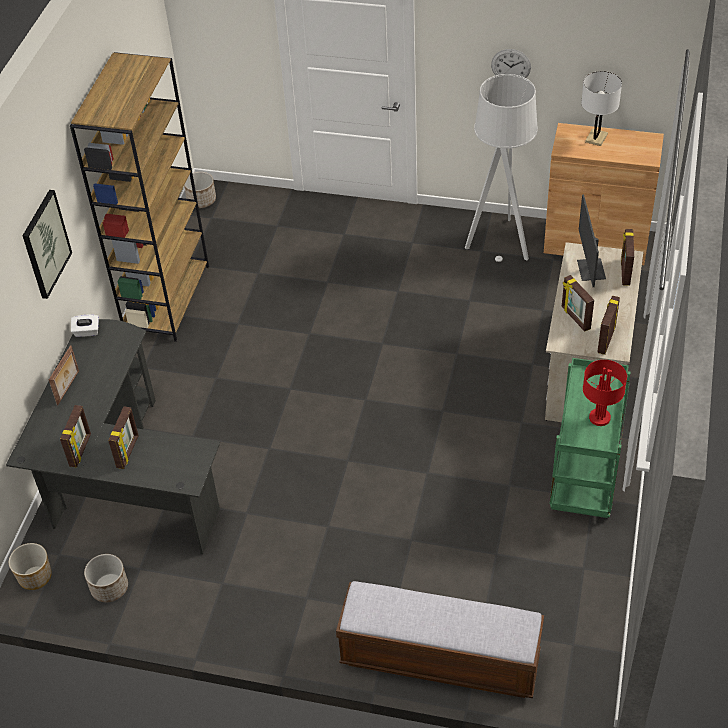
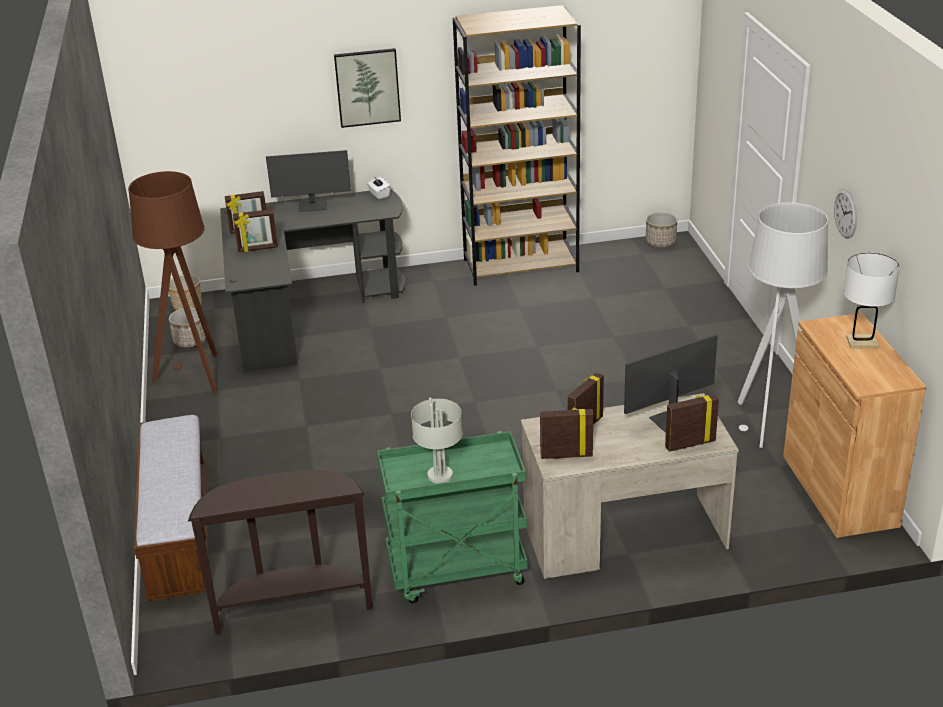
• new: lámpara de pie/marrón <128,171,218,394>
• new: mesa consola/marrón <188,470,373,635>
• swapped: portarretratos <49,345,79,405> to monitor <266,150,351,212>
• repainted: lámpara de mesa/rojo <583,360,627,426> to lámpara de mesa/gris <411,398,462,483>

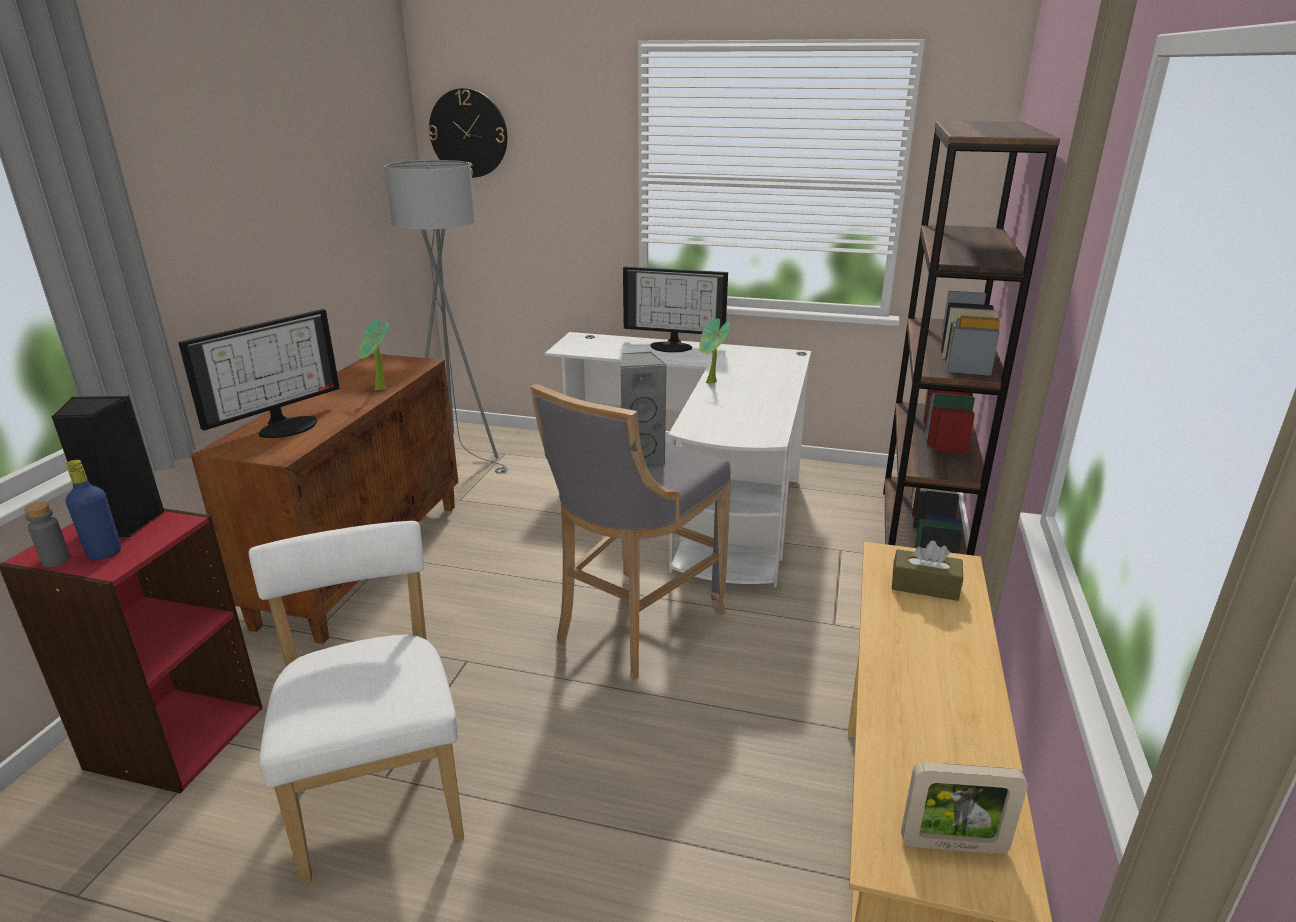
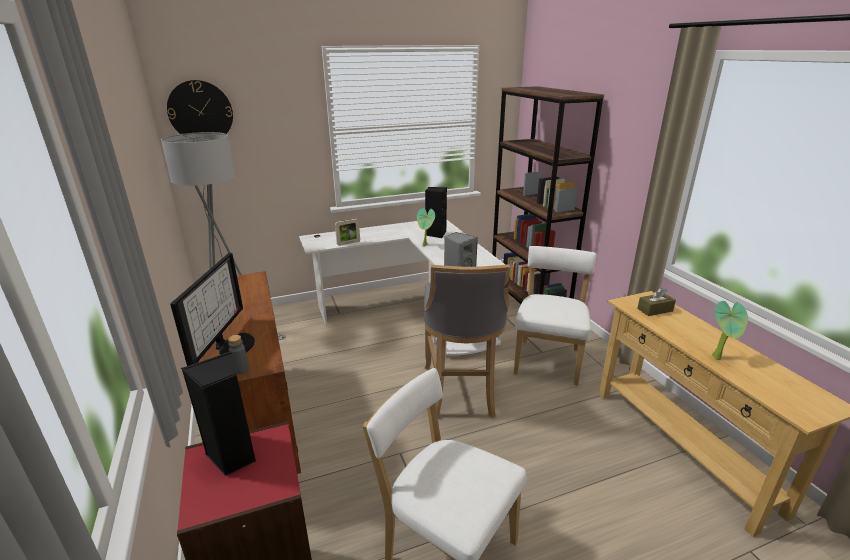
• shifted: botella/gris <24,502,71,567> to <228,335,249,374>
• shifted: portarretratos <901,762,1028,854> to <335,219,360,246>
• new: altavoz/negro <425,187,447,238>
• new: silla/blanco <514,246,596,385>
• shifted: planta en maceta <358,319,388,391> to <712,301,748,360>
• gone: botella/azul <66,460,121,560>
• gone: monitor <623,266,728,353>

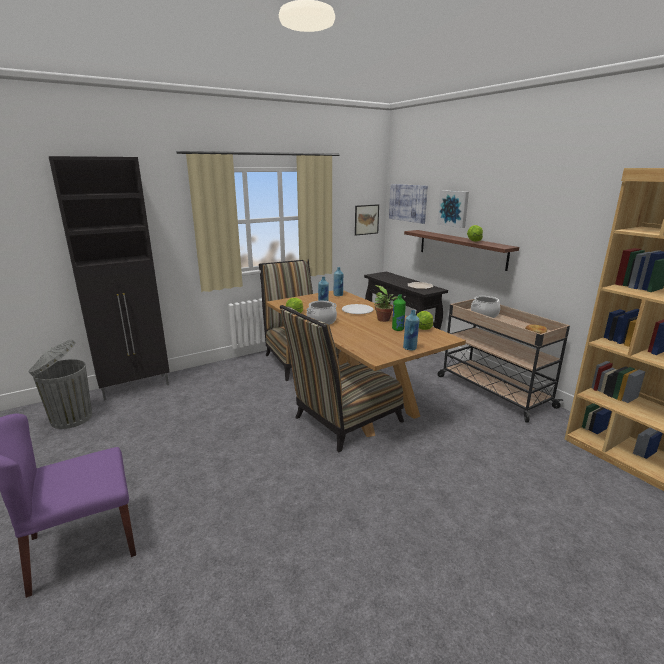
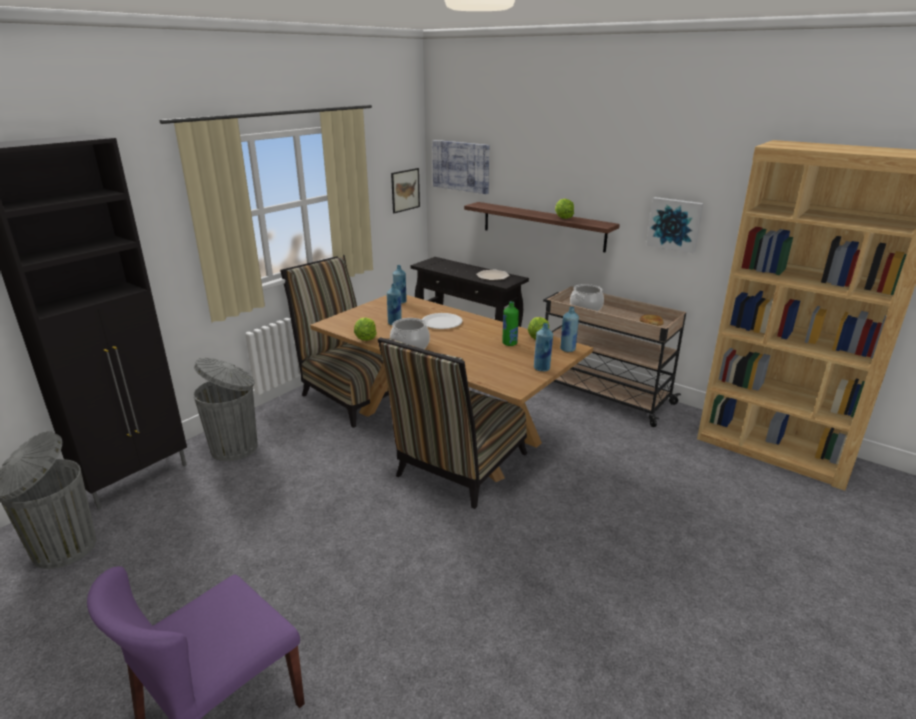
• new: papelera/gris <193,358,258,461>
• new: botella/azul <560,307,579,352>
• shifted: cuadro <437,190,469,228> to <646,197,703,253>
• gone: planta en maceta <374,285,398,322>

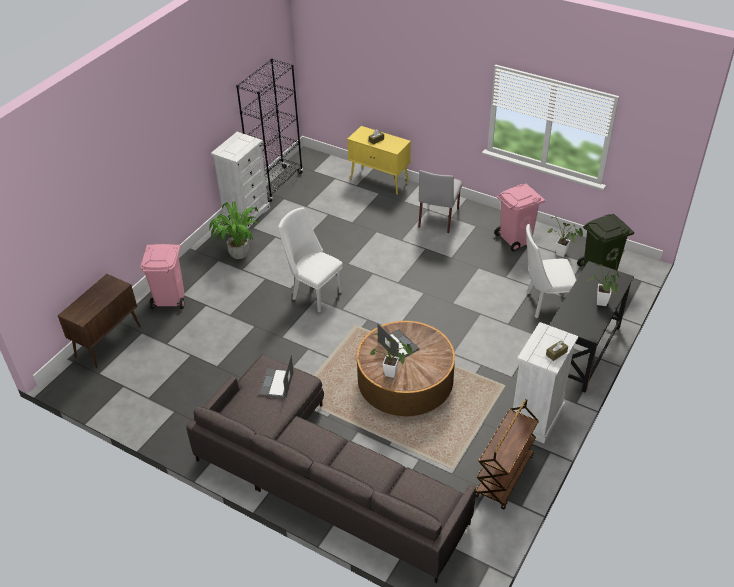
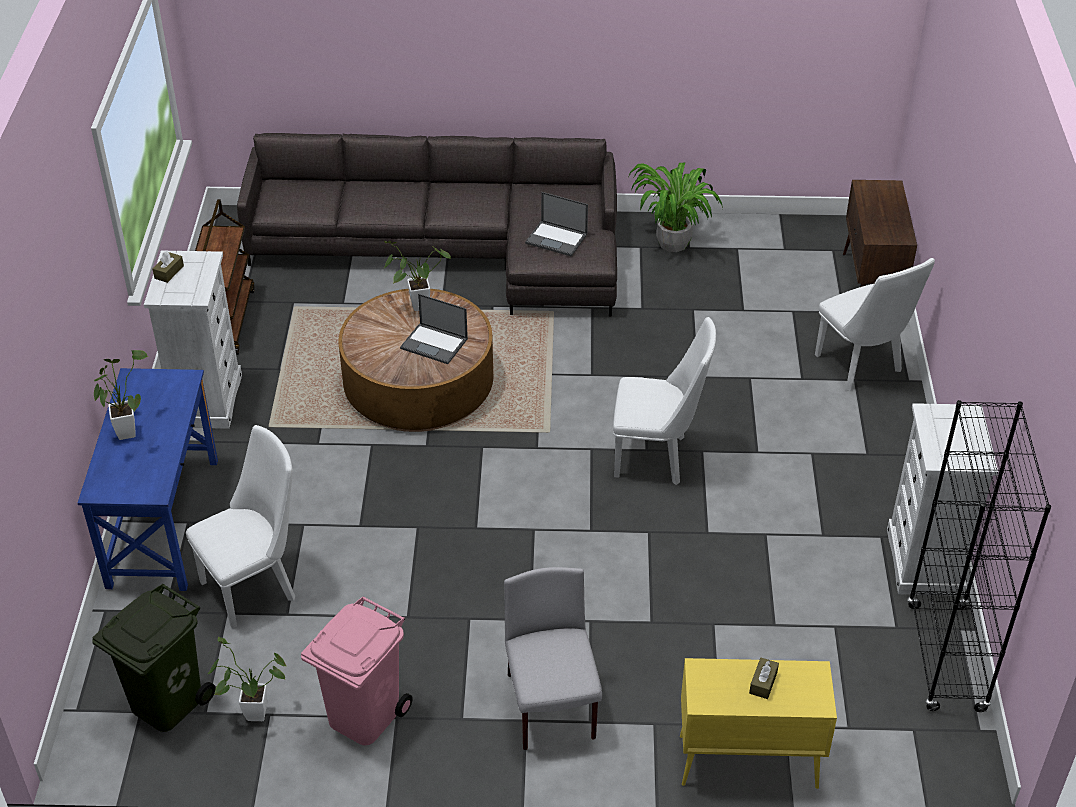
• repainted: escritorio/negro <549,261,634,393> to escritorio/azul <78,368,218,591>
• rotated: portátil <259,354,294,398> = <525,192,588,257> 135 degrees clockwise
• shifted: planta en maceta <210,201,259,259> to <628,163,723,252>
• swapped: papelera/rosa <140,244,184,309> to silla/blanco <815,258,935,391>

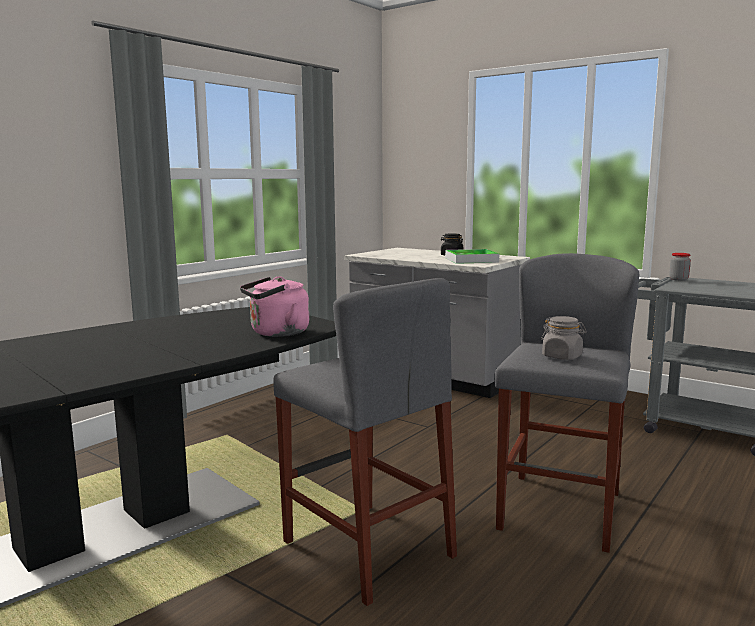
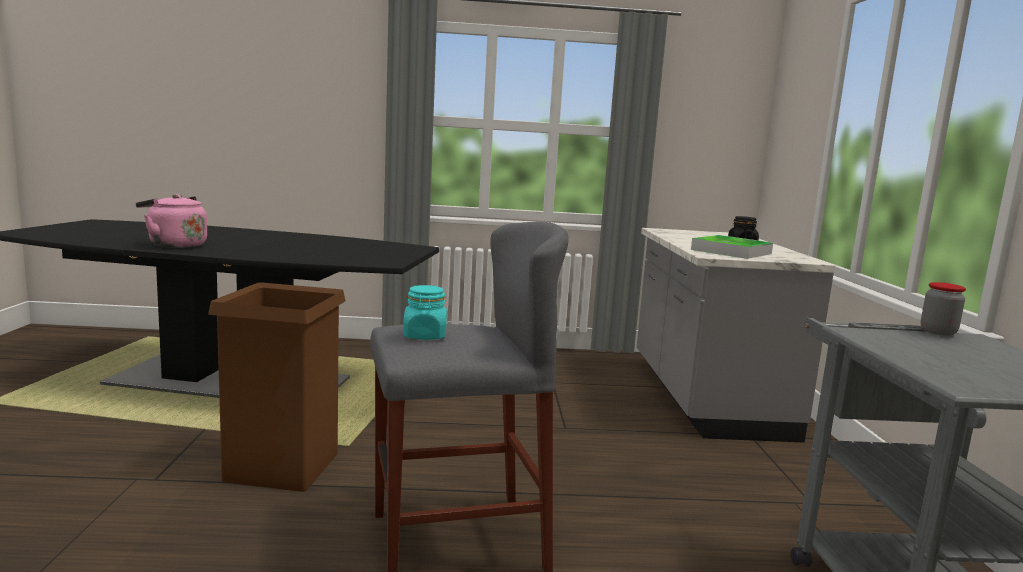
• shifted: hervidor/rosa <240,276,309,337> to <136,194,207,248>
• swapped: taburete/gris <273,278,457,606> to papelera/marrón <208,282,346,492>
• repainted: tarro/gris <541,316,587,360> to tarro/turquesa <403,285,447,340>

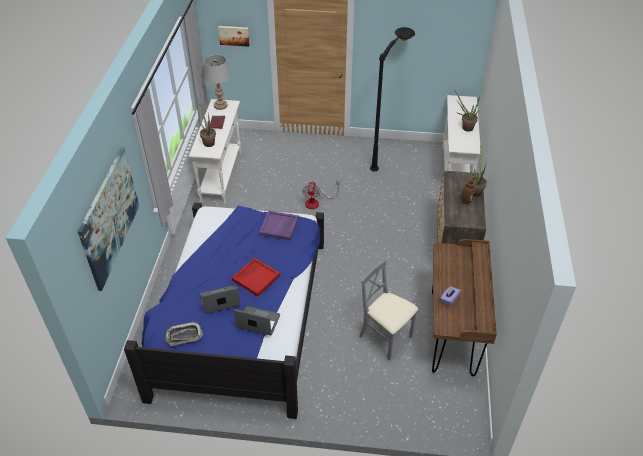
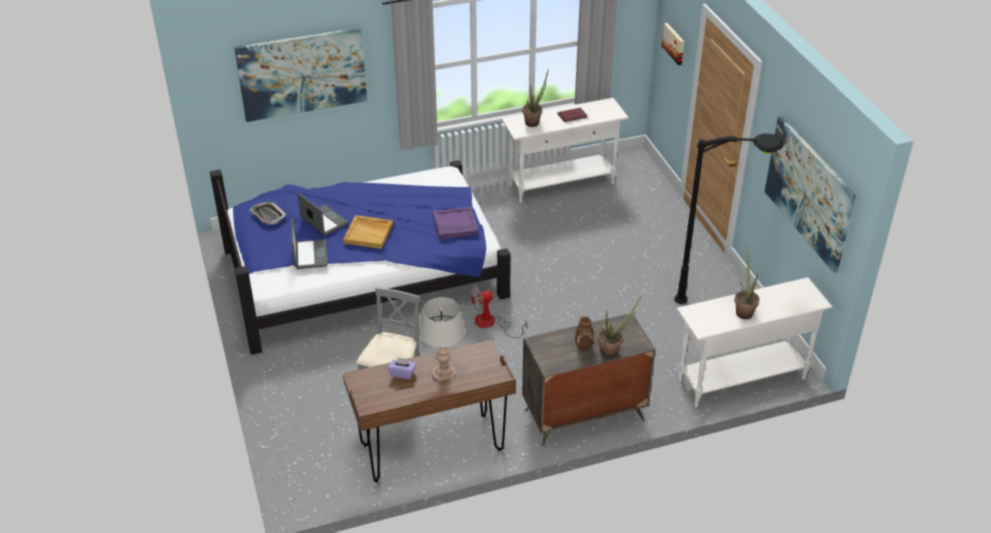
• repainted: bandeja/rojo <232,257,280,297> to bandeja/beis <343,215,393,249>
• shifted: lámpara de mesa/gris <203,55,231,110> to <419,297,465,382>
• shifted: ventilador <302,181,340,209> to <470,287,528,338>
• new: cuadro <765,116,856,273>

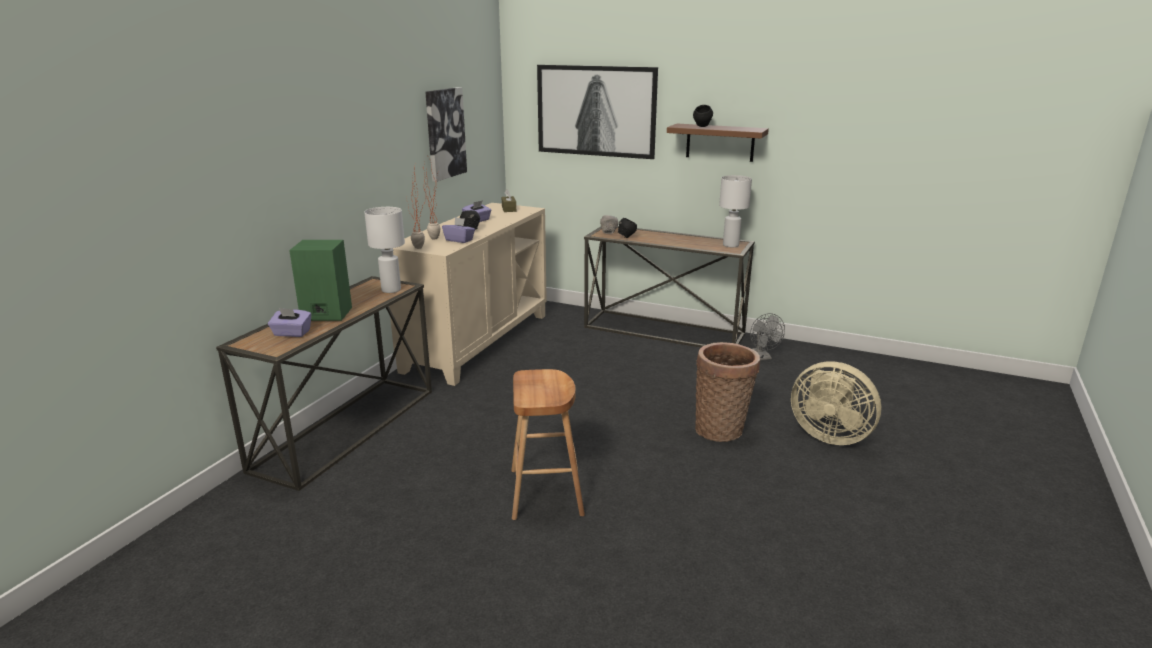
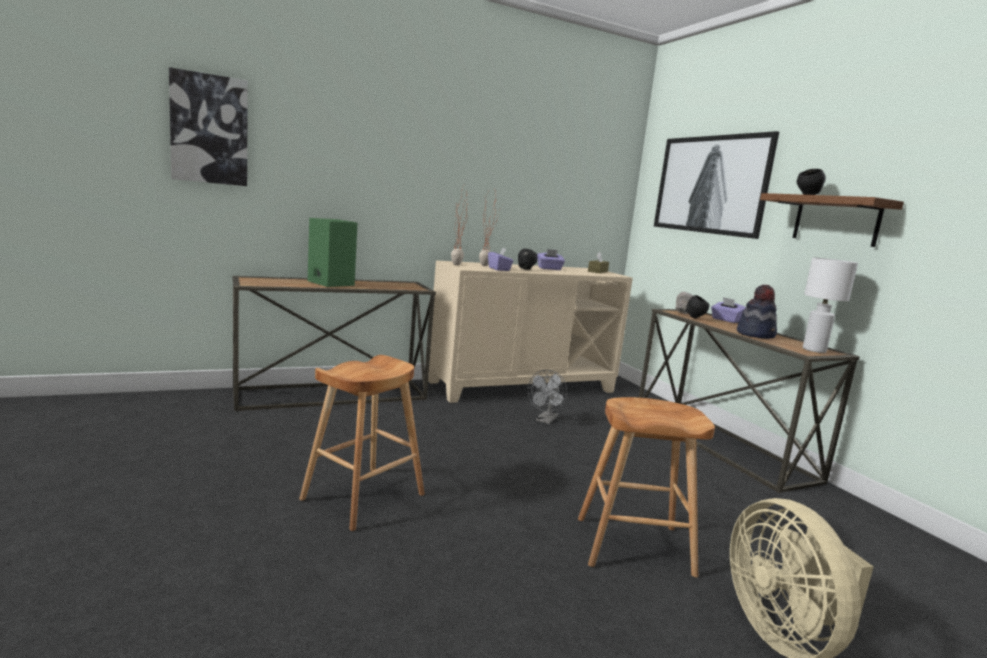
• shifted: cuadro <425,87,467,182> to <169,67,248,186>
• shifted: ventilador/gris <750,313,785,360> to <528,370,568,424>
• swapped: cesta <695,342,760,442> to taburete/marrón <578,397,715,577>
• shifted: caja de pañuelos/morado <268,308,312,337> to <711,297,746,323>
• new: sombrero <737,285,777,339>
• gone: lámpara de mesa/blanco <364,207,405,293>

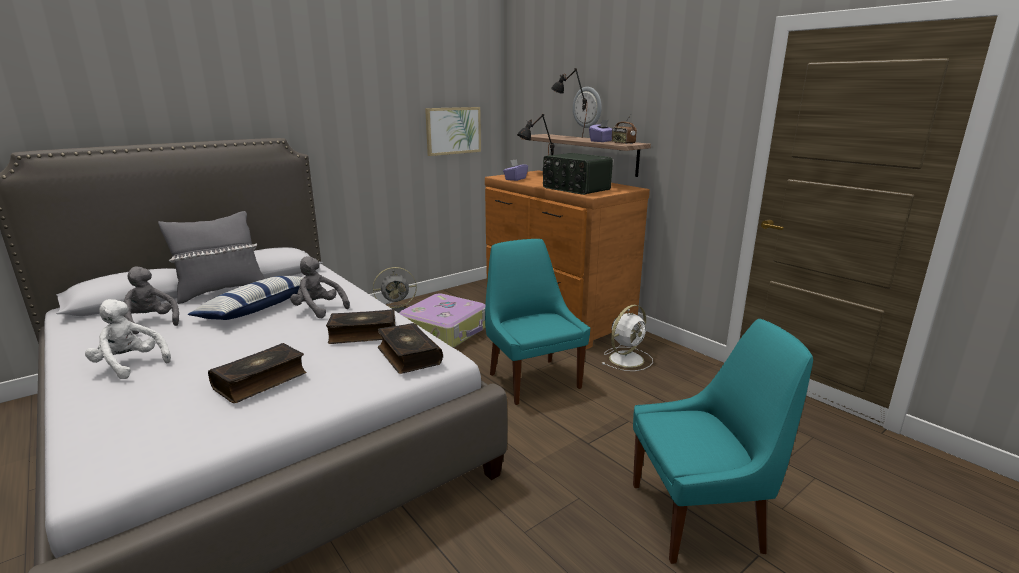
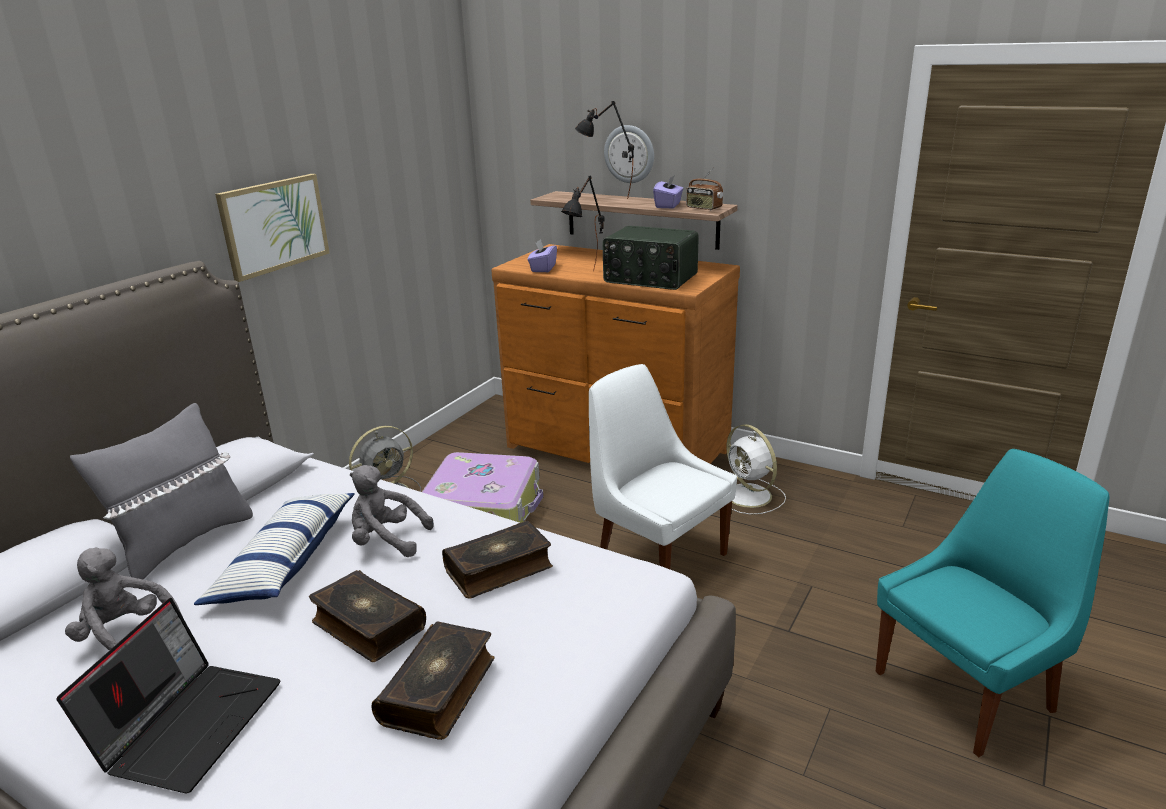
• swapped: peluche/blanco <85,299,171,379> to portátil <57,598,280,793>
• shifted: cuadro <425,107,481,156> to <215,174,330,282>
• shifted: libro <378,323,443,374> to <309,570,426,662>
• repainted: silla/turquesa <485,239,590,405> to silla/blanco <589,364,737,569>
• rotated: ventilador/blanco <602,305,653,371> = <726,424,786,515> 120 degrees clockwise

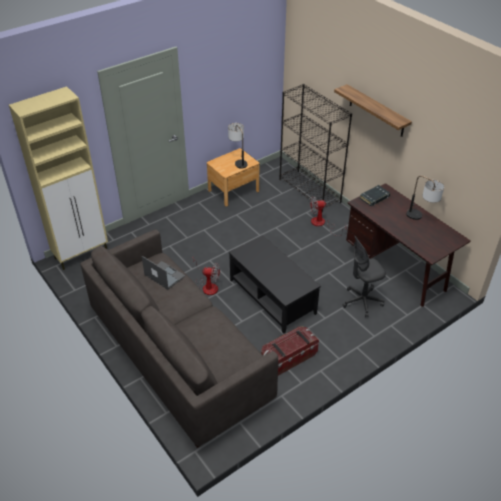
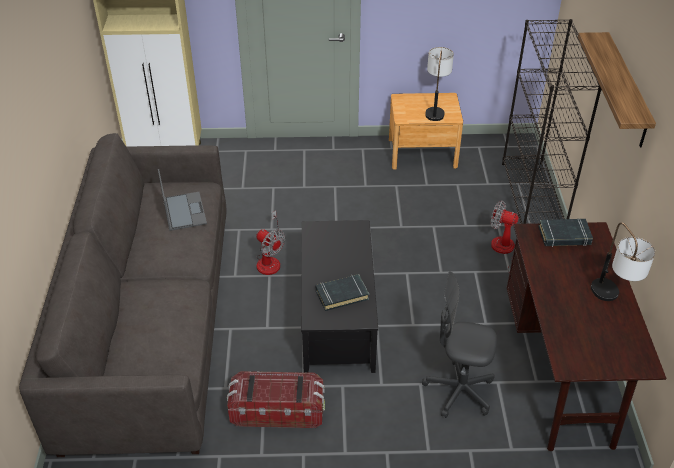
• new: libro/negro <316,274,369,311>

